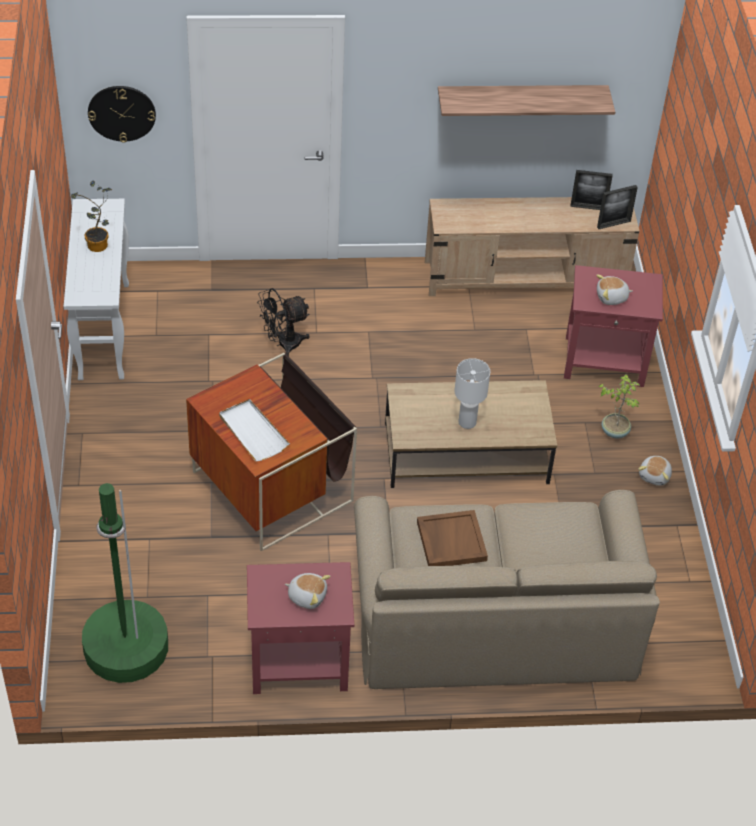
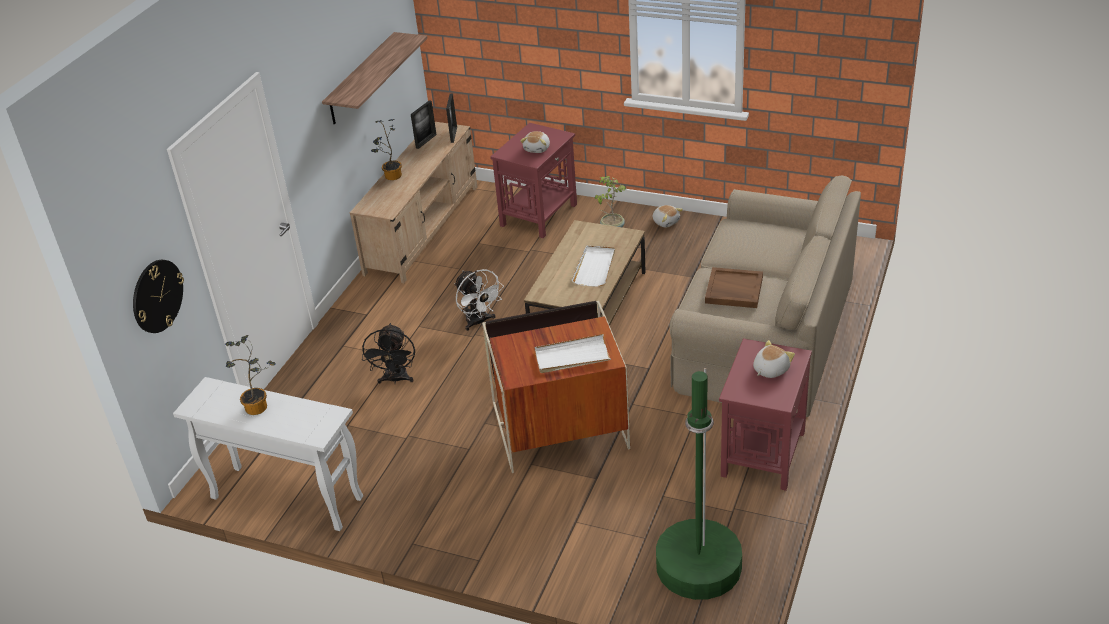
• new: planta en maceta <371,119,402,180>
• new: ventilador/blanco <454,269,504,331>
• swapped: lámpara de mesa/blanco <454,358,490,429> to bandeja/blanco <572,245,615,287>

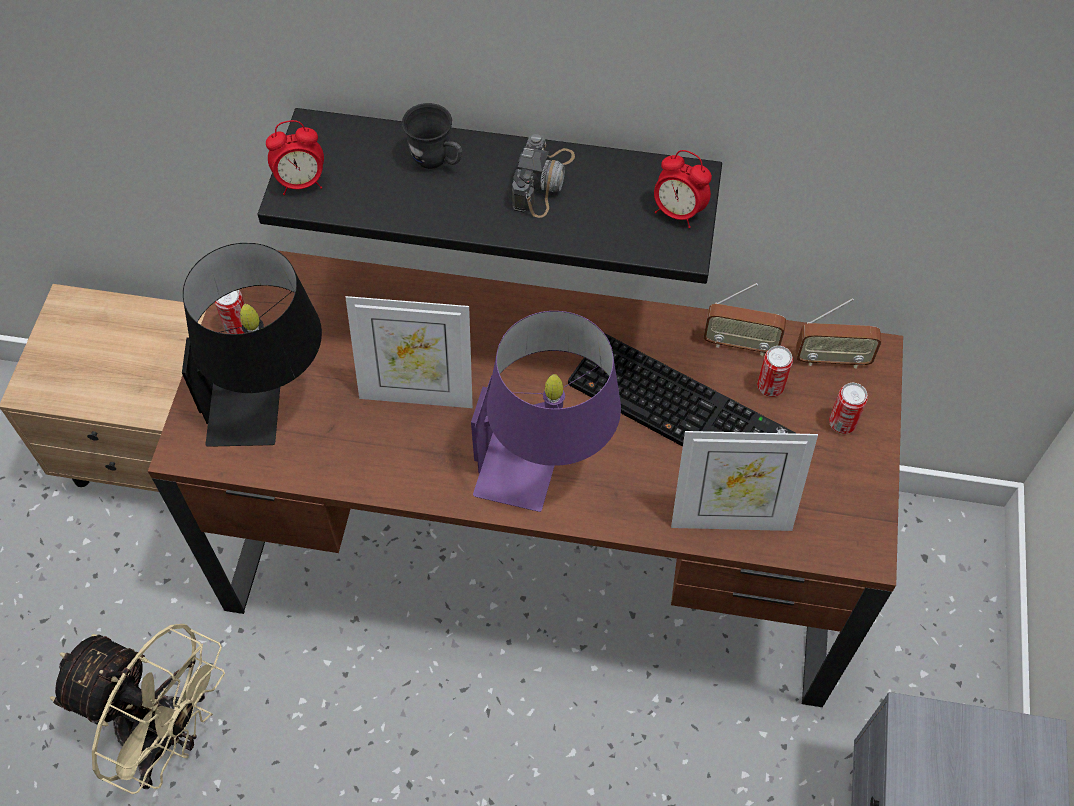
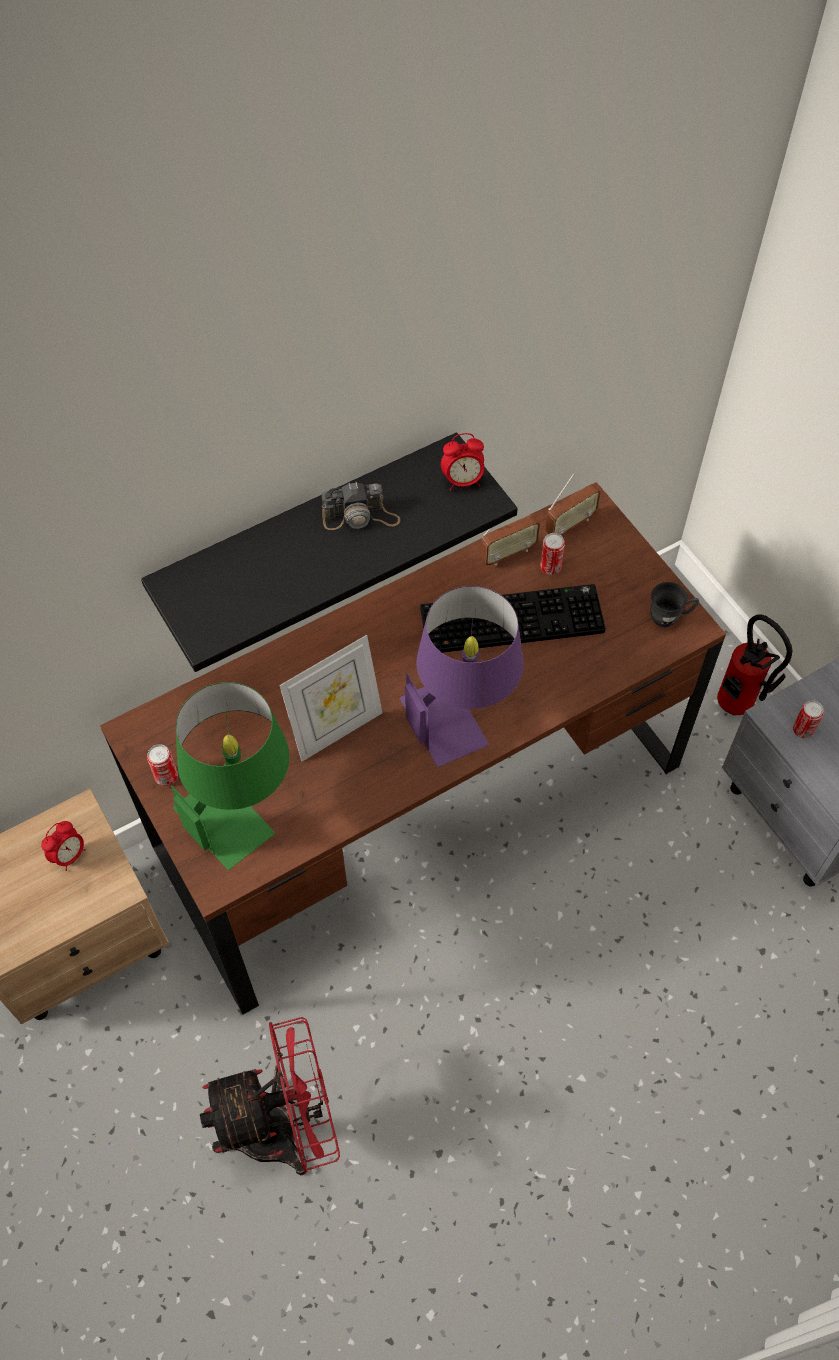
• shifted: despertador <266,120,324,195> to <41,821,86,871>
• repainted: lámpara de mesa/negro <182,243,322,447> to lámpara de mesa/verde <171,682,289,870>
• repainted: ventilador/beis <50,624,225,794> to ventilador/rojo <200,1017,340,1176>
• rotated: cámara <512,134,575,218> = <322,482,400,530> 105 degrees clockwise
• shifted: taza grande/gris <402,103,462,169> to <650,582,699,627>
• new: extintor <717,614,793,715>
• shifted: lata <829,383,868,434> to <793,700,824,738>
• gone: portarretratos <671,431,818,531>

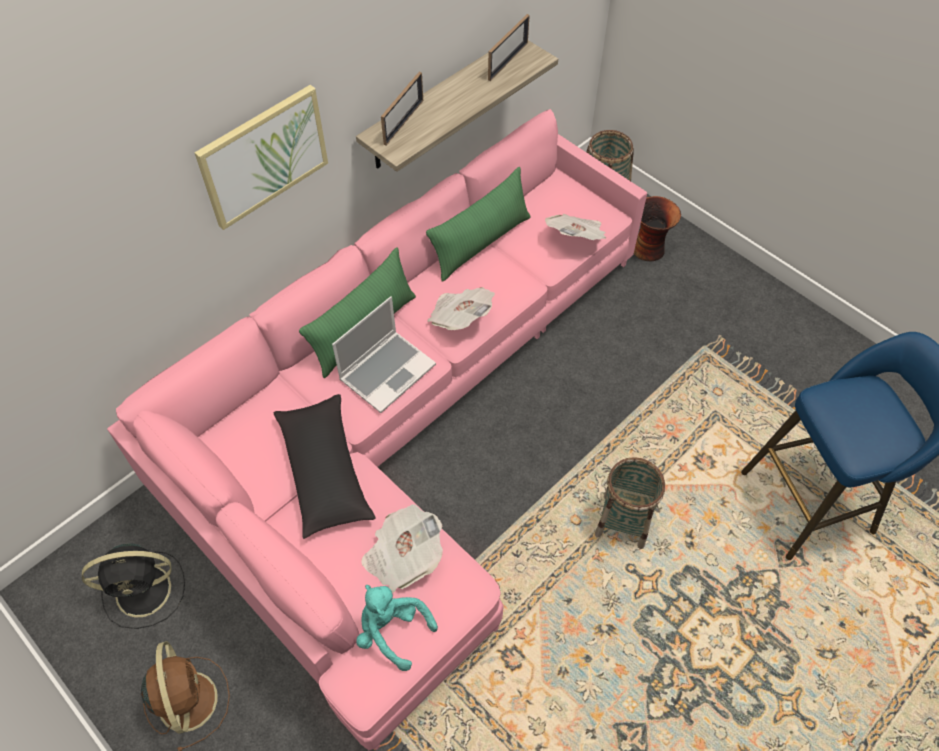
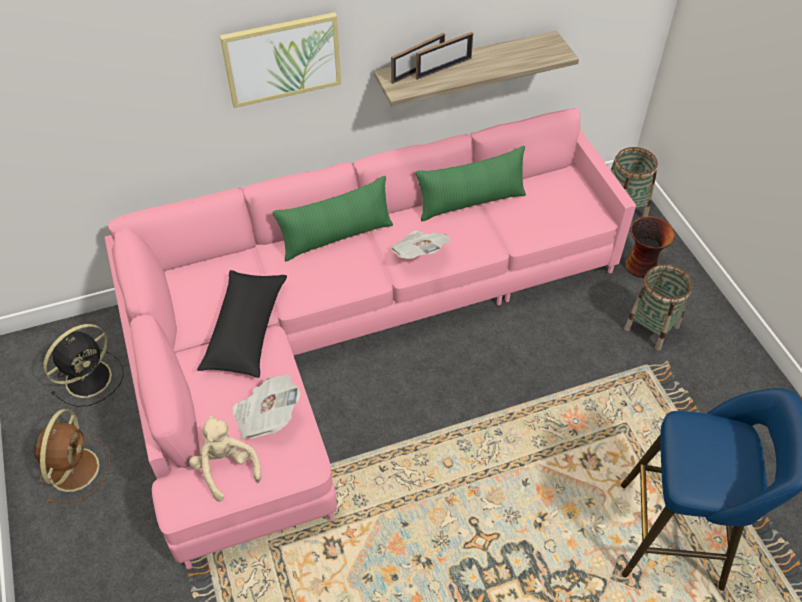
• rotated: ventilador/negro <82,543,185,629> = <43,324,124,407> 60 degrees counterclockwise
• repainted: peluche/turquesa <356,585,438,671> to peluche/beis <189,415,261,502>
• shifted: portarretratos <488,14,530,81> to <416,32,473,80>
• shifted: cesta <595,457,665,549> to <624,264,692,351>
• gone: portátil <332,296,436,413>
• gone: periódico <545,214,606,240>

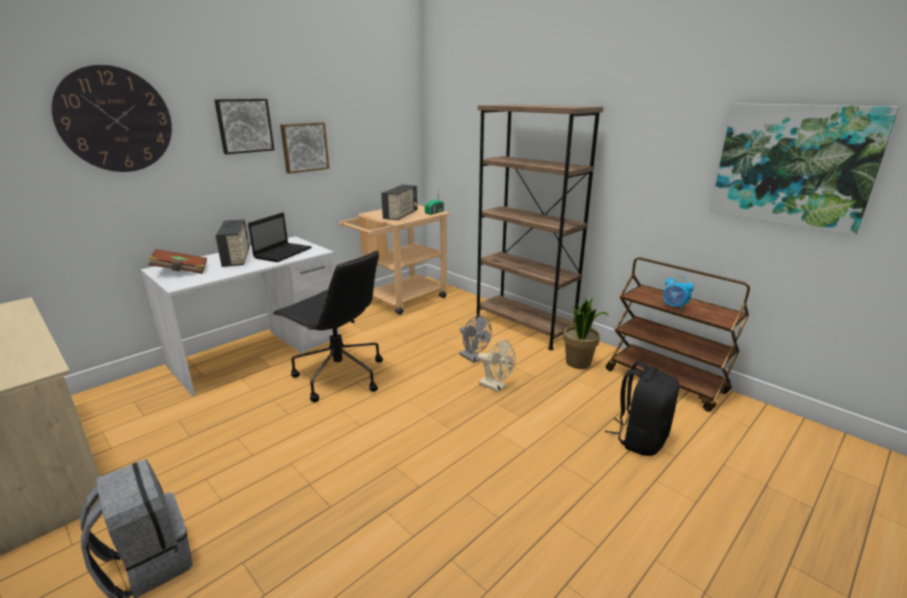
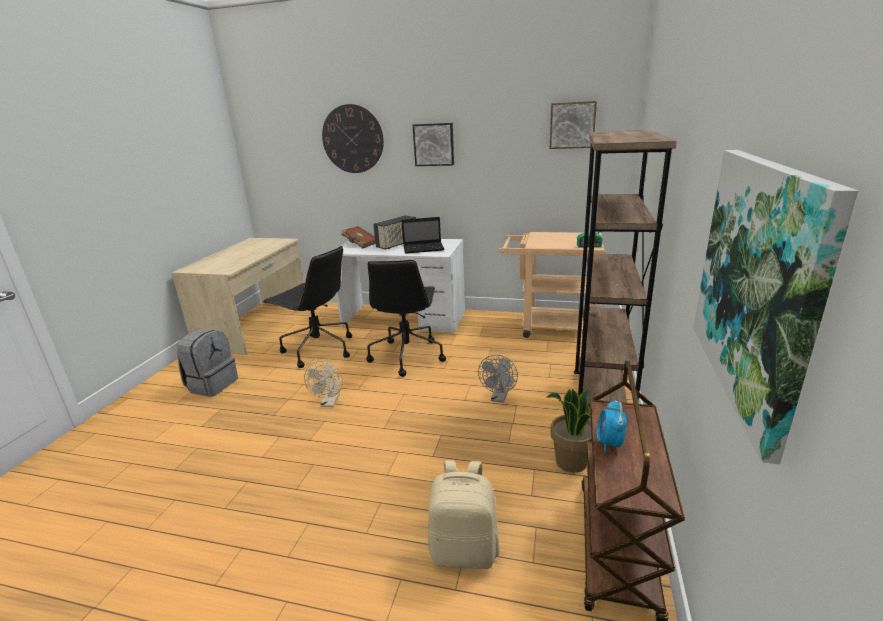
• new: silla de oficina/negro <262,246,352,368>
• shifted: ventilador/beis <478,339,515,392> to <304,361,343,407>
• repainted: mochila/negro <605,361,680,456> to mochila/beis <428,460,499,569>
• shifted: cuadro <280,122,329,174> to <550,101,597,149>
• gone: radio <381,185,417,220>

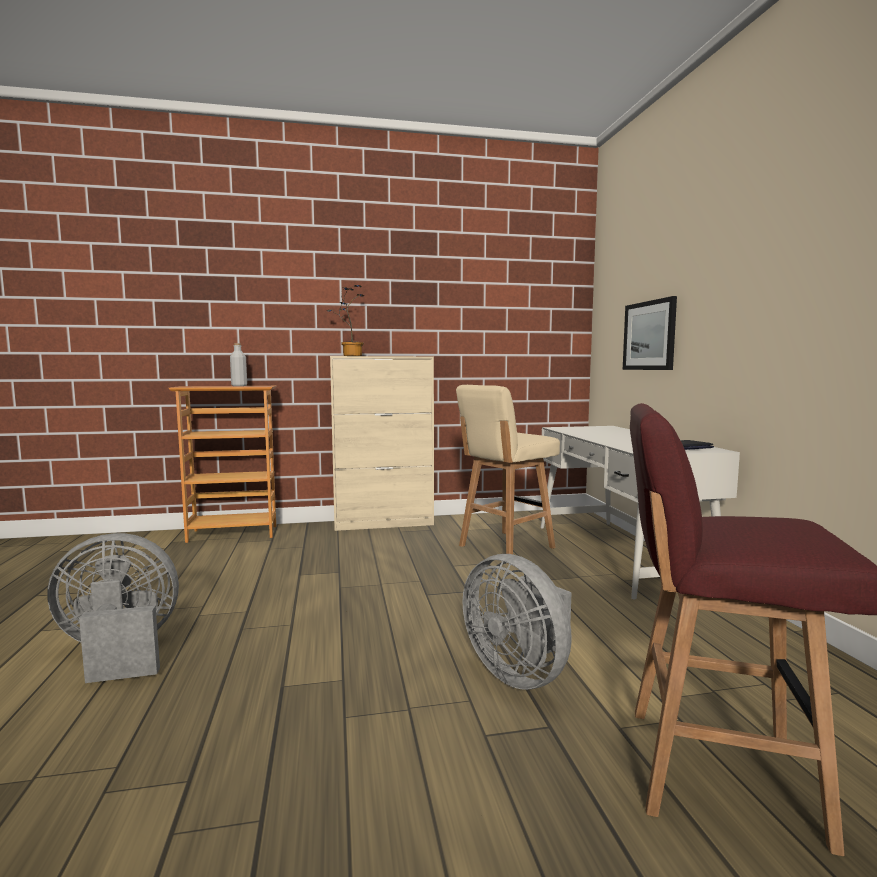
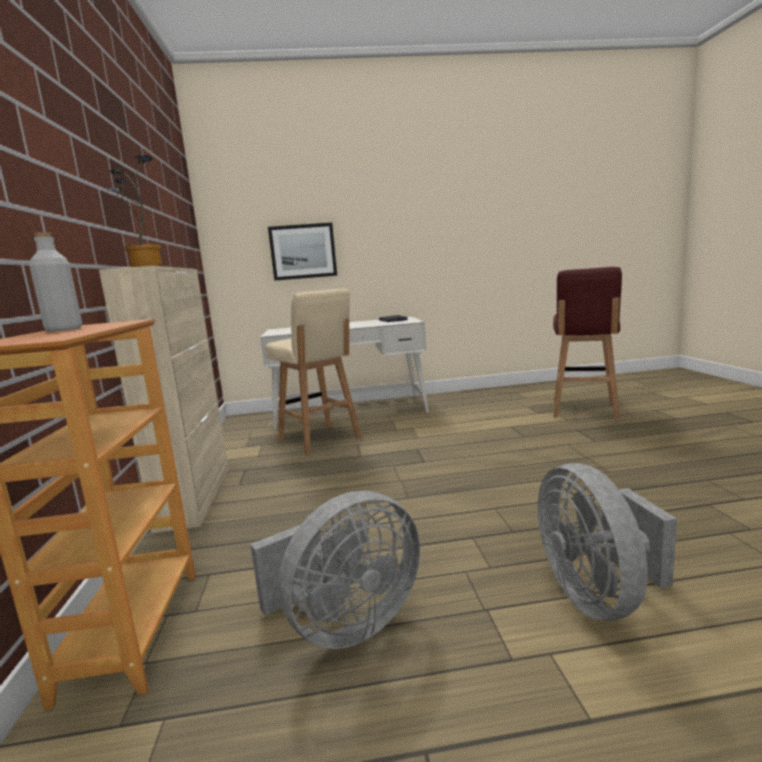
• shifted: ventilador/gris <463,554,572,690> to <250,491,420,649>

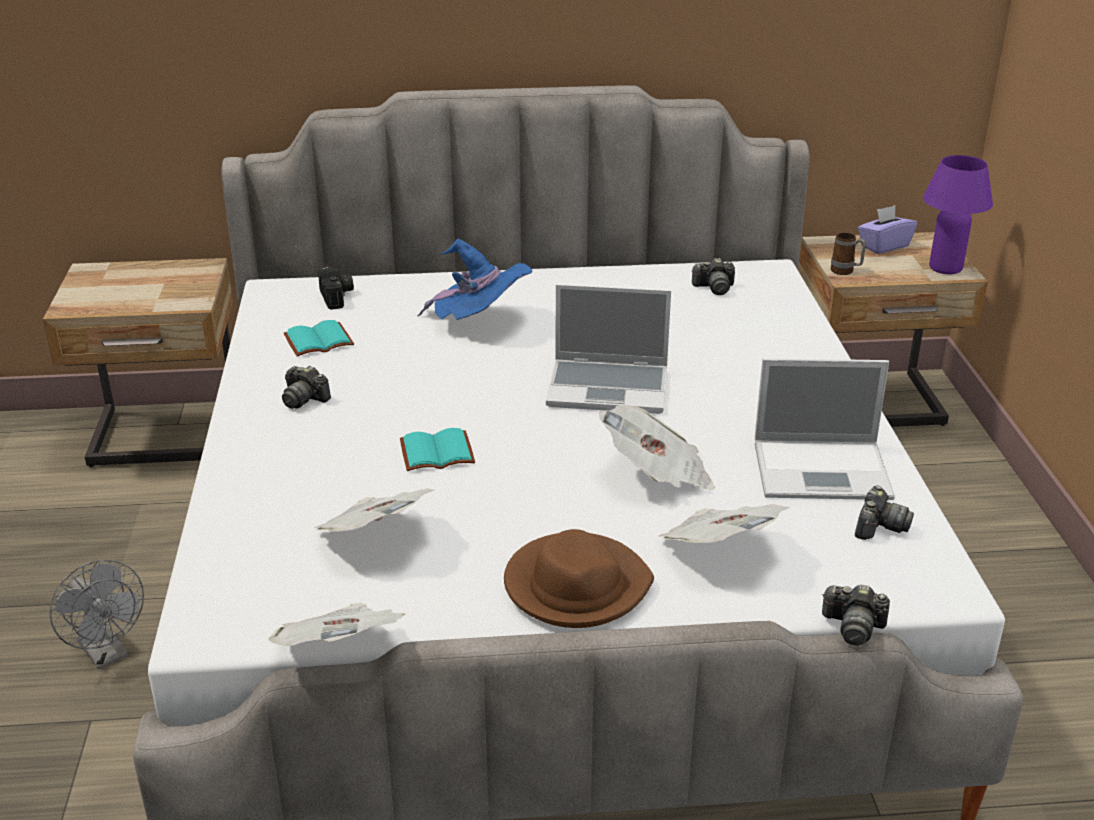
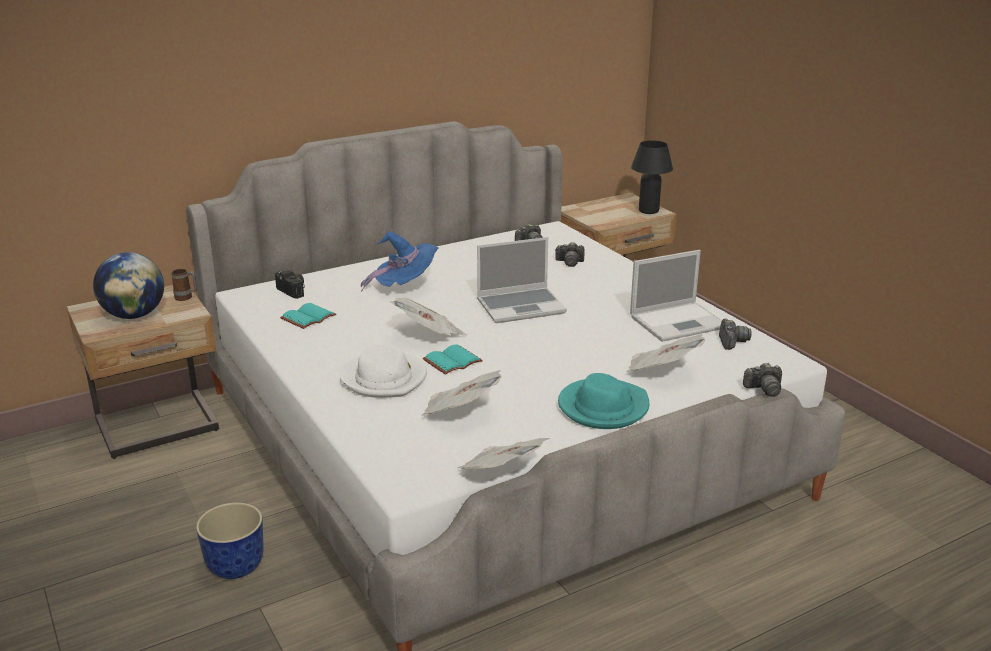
• new: globo terráqueo <93,252,164,319>
• shifted: taza grande <831,232,866,275> to <172,269,197,301>
• swapped: ventilador/gris <50,560,144,669> to maceta <196,503,264,579>
• new: sombrero/blanco <339,345,427,398>
• shifted: periódico <599,405,716,490> to <390,298,467,336>
• shifted: cámara <282,365,331,409> to <555,242,585,267>
• repainted: sombrero/marrón <504,529,654,628> to sombrero/turquesa <558,373,649,429>
• repainted: lámpara de mesa/morado <923,155,993,274> to lámpara de mesa/negro <631,140,673,214>
• gone: caja de pañuelos/morado <858,205,917,254>

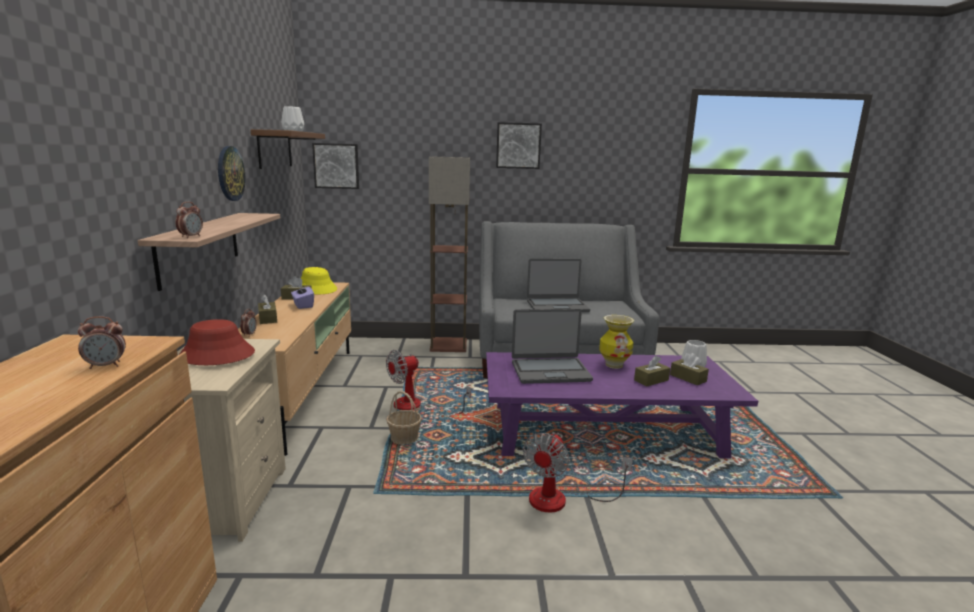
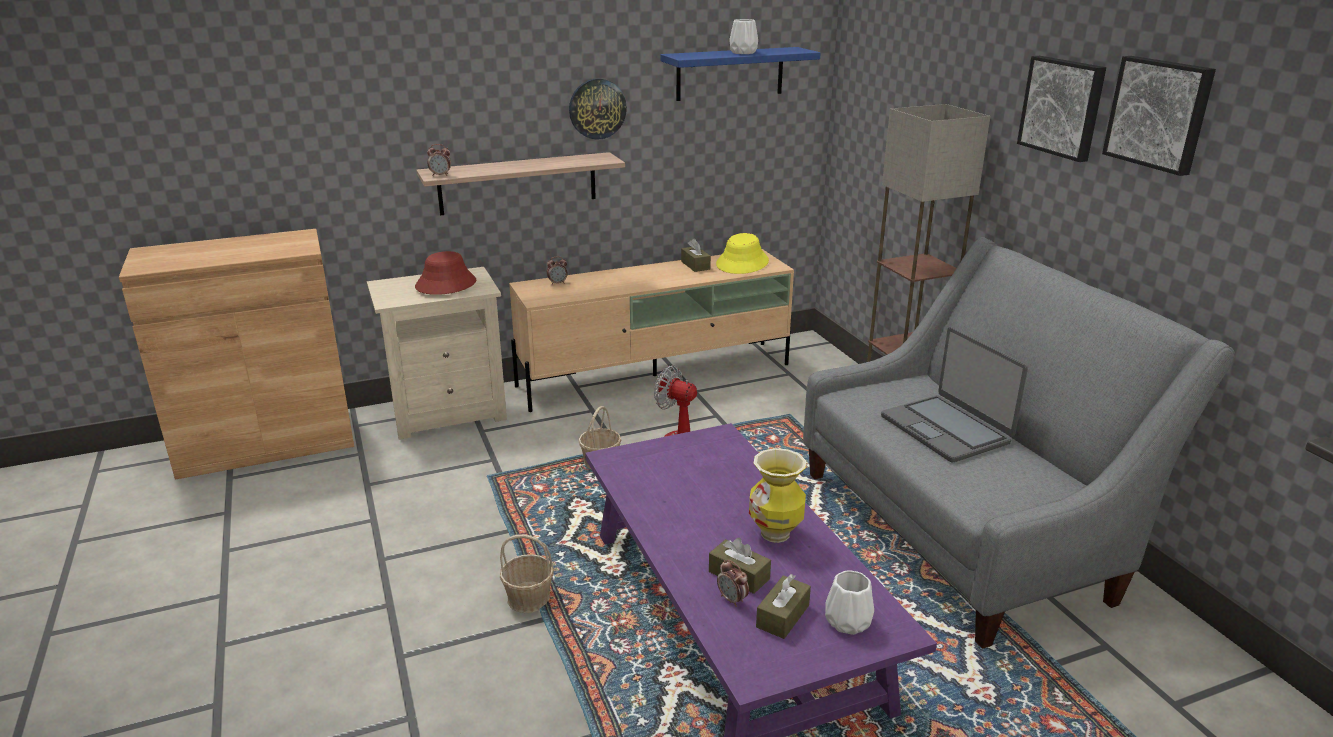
• swapped: ventilador <523,432,633,513> to cesta <500,534,554,613>
• repainted: estante/marrón <251,129,325,169> to estante/azul <660,47,821,101>
• shifted: despertador <78,316,126,369> to <717,560,749,607>
• shifted: cuadro <312,143,359,189> to <1102,56,1216,176>
• gone: caja de pañuelos/marrón <258,294,277,324>
• gone: caja de pañuelos/morado <291,287,314,309>
• gone: portátil <512,309,593,384>

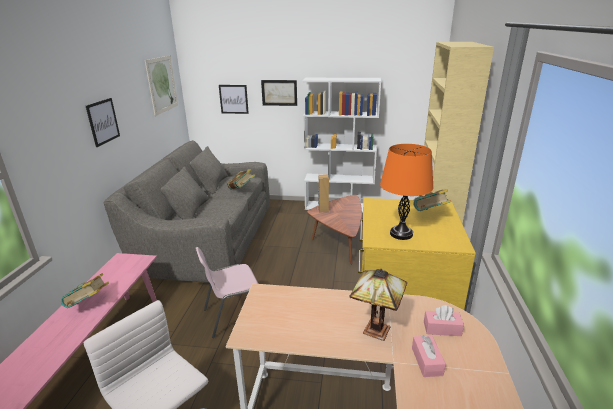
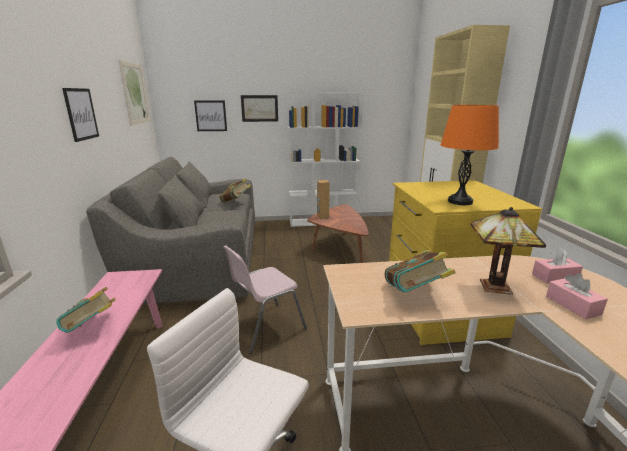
• shifted: libro <413,189,451,211> to <385,250,456,292>

